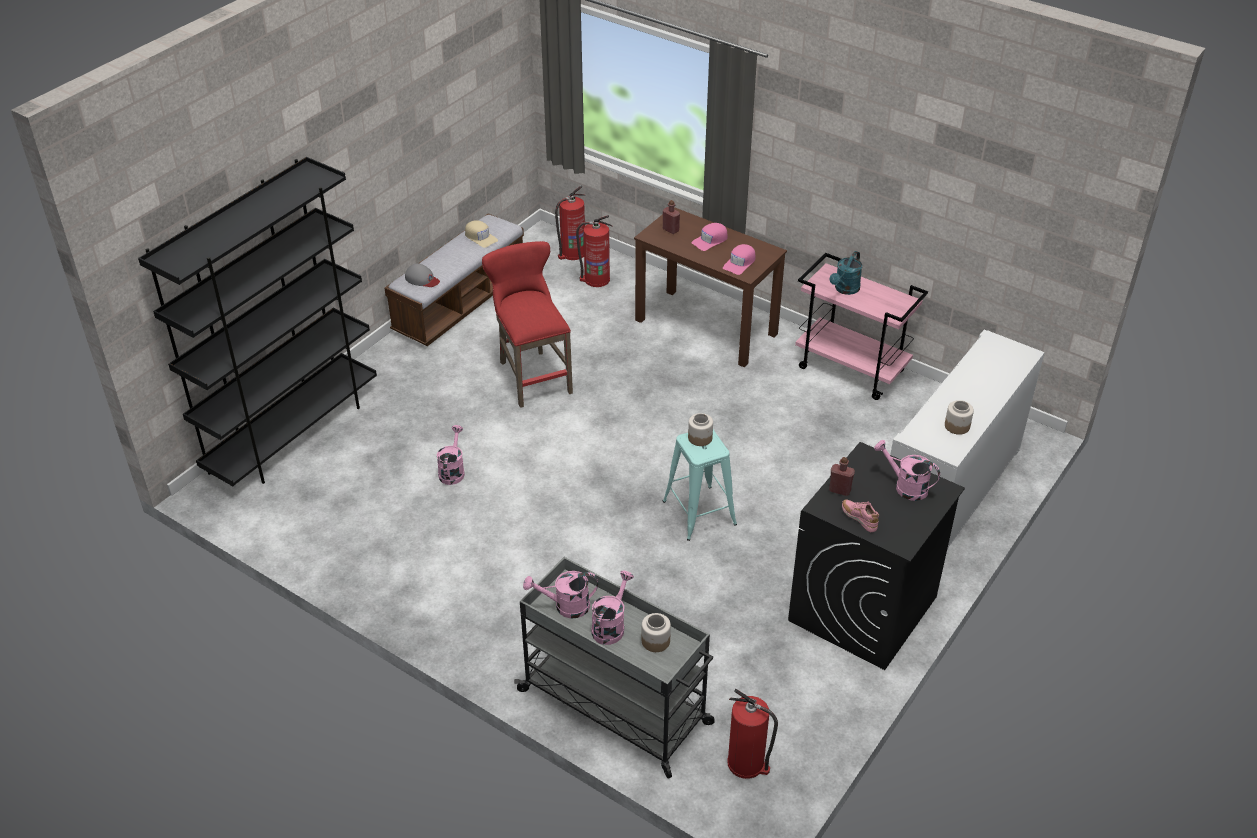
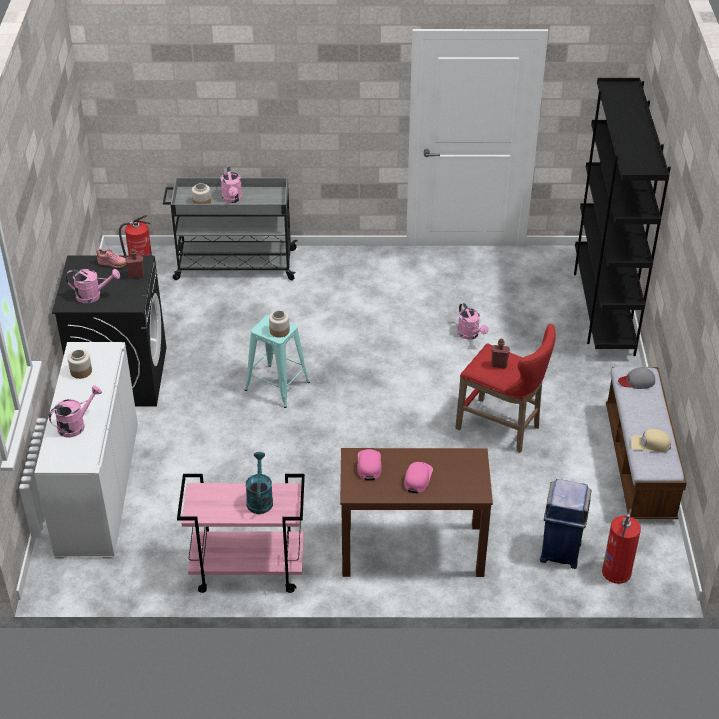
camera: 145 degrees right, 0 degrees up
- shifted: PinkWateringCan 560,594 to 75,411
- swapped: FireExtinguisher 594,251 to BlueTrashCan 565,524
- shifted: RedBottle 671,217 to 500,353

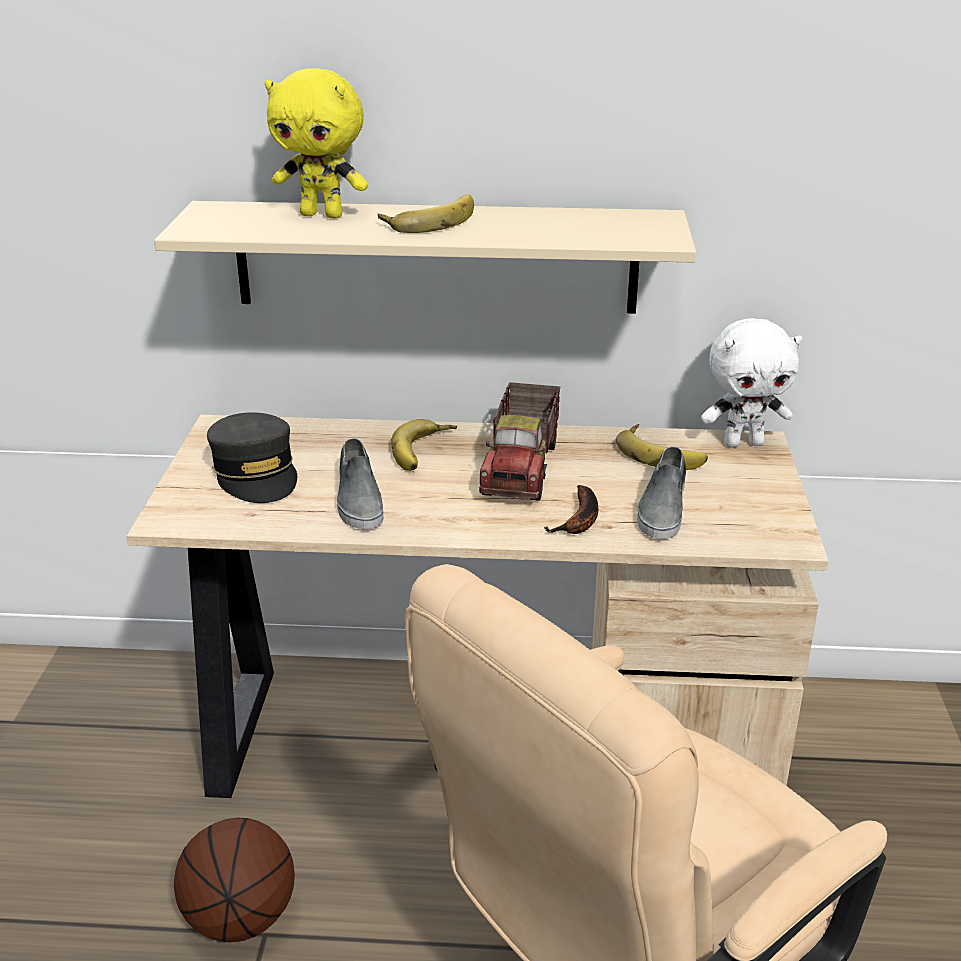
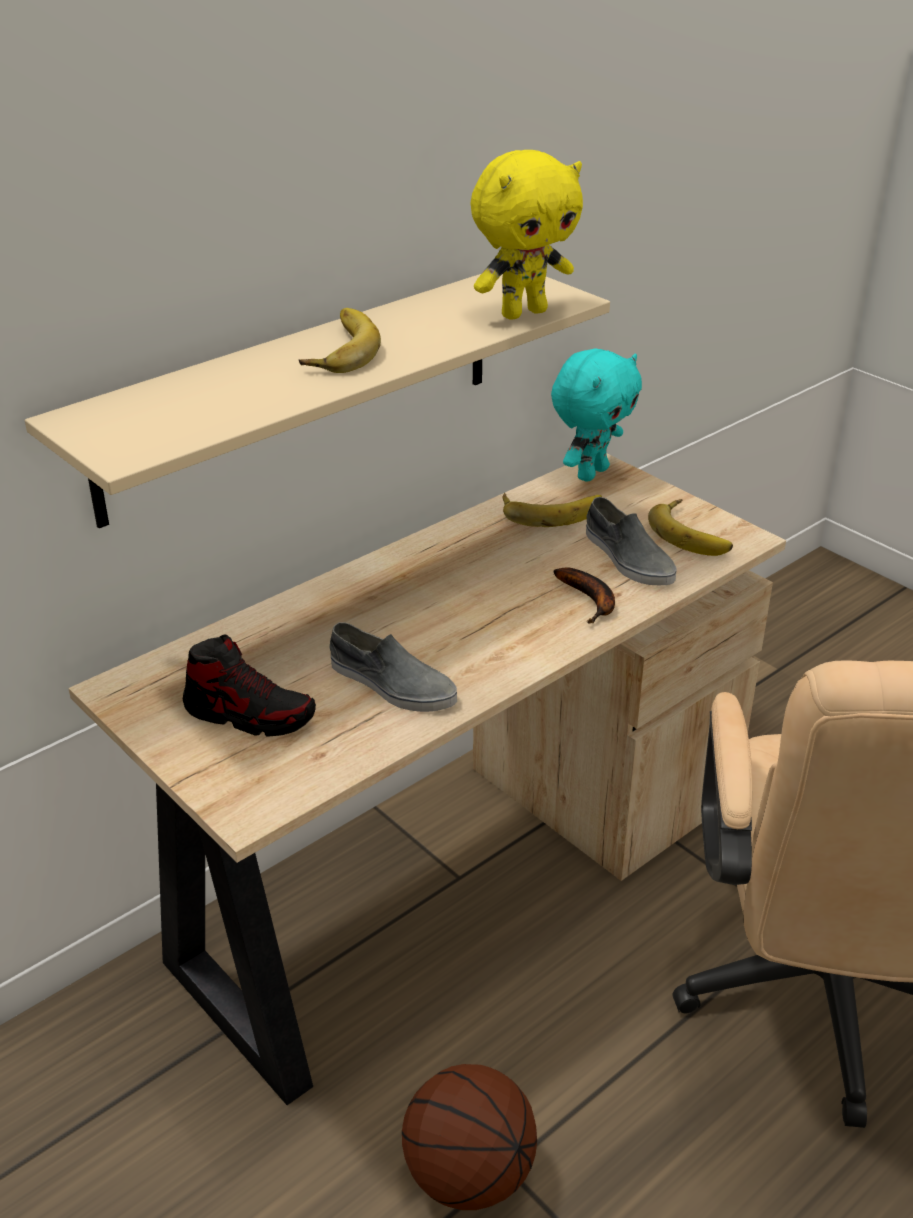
camera: 45 degrees left, 5 degrees up
- swapped: GreyCap 252,457 to Shoe 249,685
- shifted: YellowPlushToy 316,143 to 527,235
- shifted: Banana 424,445 to 690,527
- gone: ToyTruck 519,441
- repainted: WhitePlushToy 751,383 to TurquoisePlushToy 596,415

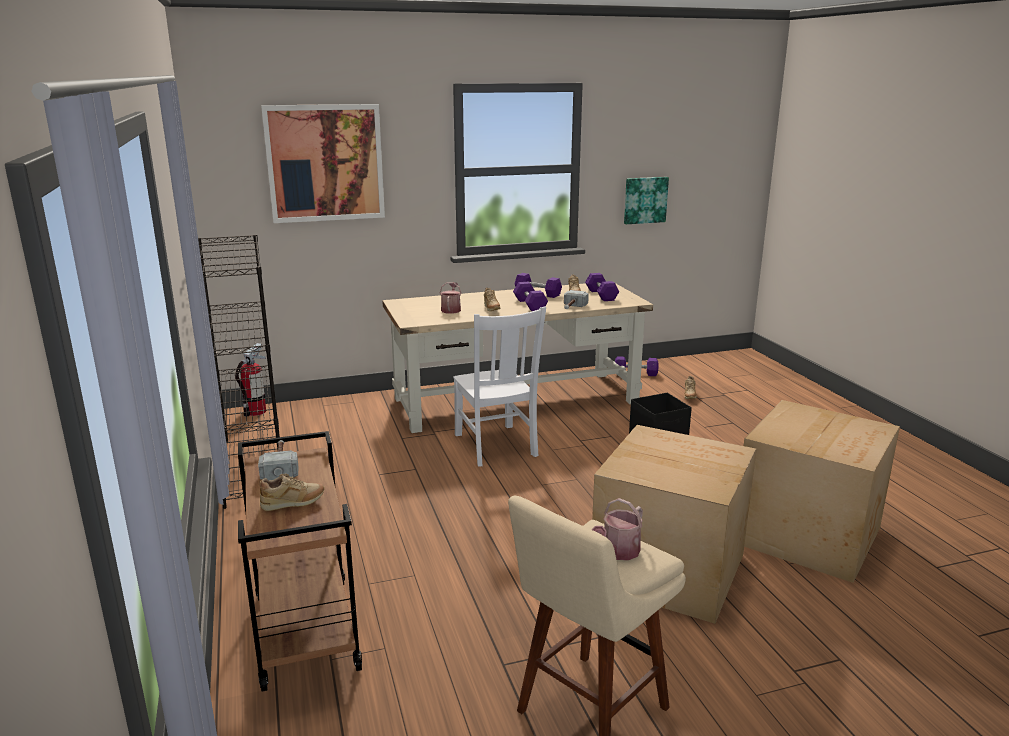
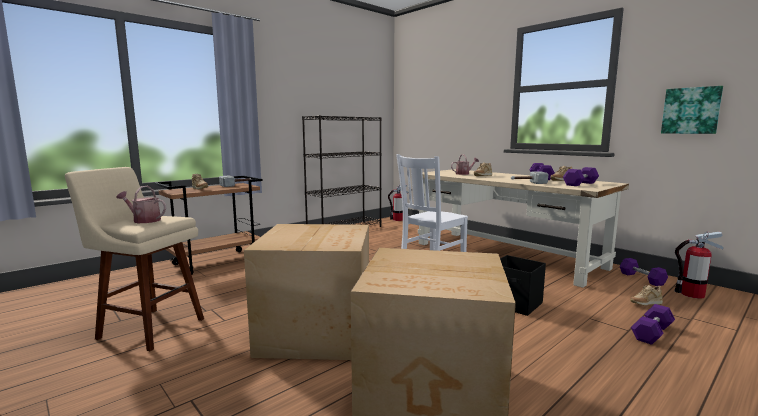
camera: 65 degrees right, 10 degrees down
- gone: Picture 323,163
- shifted: PurpleDumbbell 530,296 to 653,324
- new: FireExtinguisher 699,265

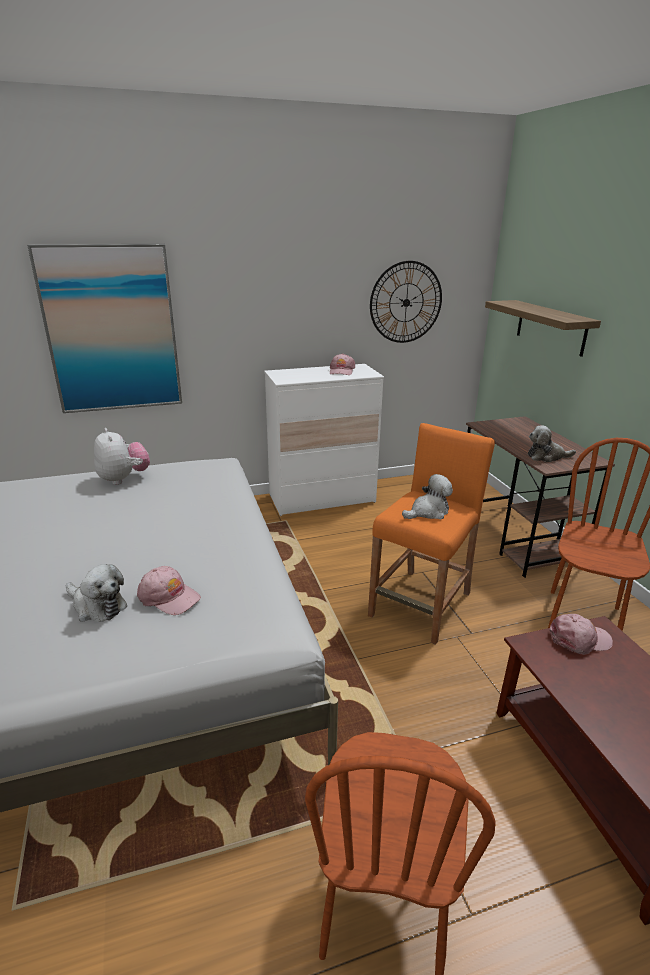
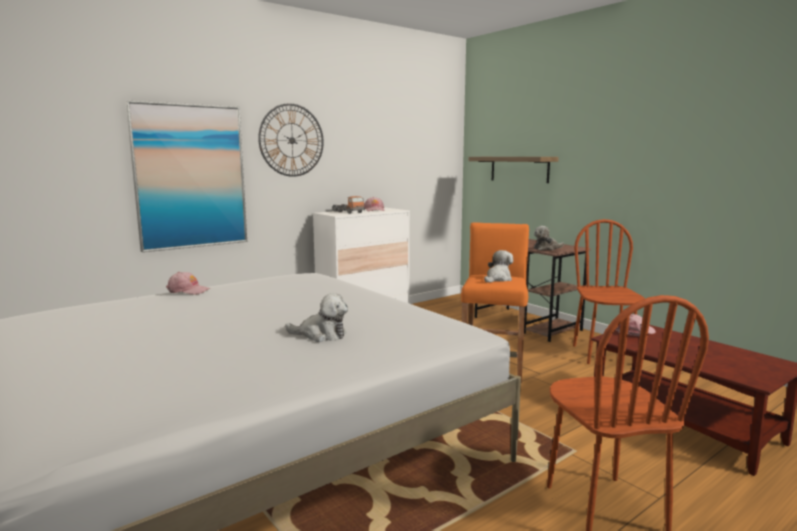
camera: 20 degrees left, 15 degrees down
- gone: PlushToy 122,456
- shifted: PinkCap 169,590 to 188,283
- shifted: WallClock 406,302 to 291,140
- new: ToyTruck 348,205

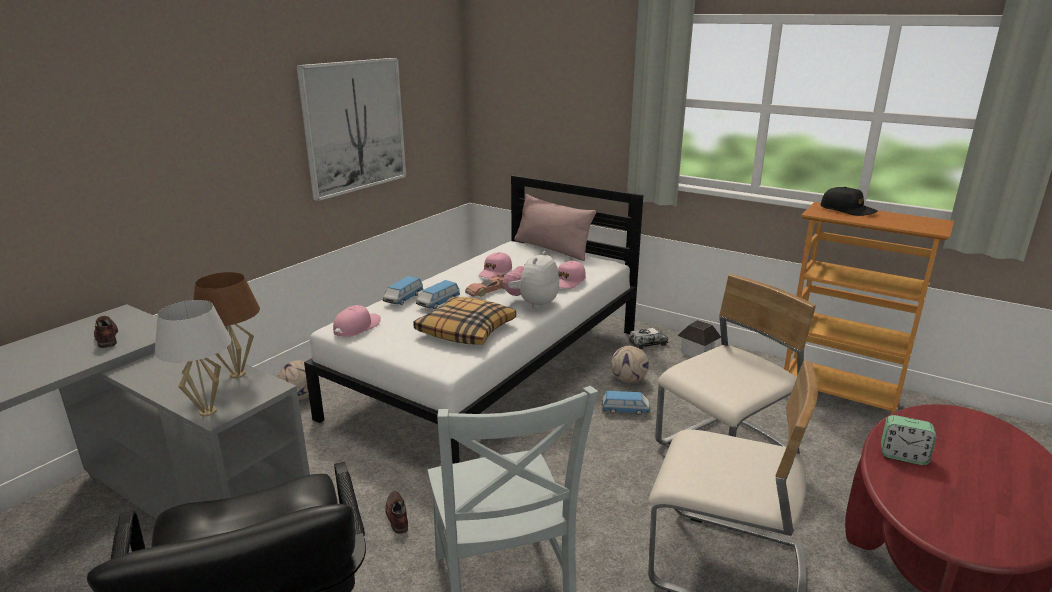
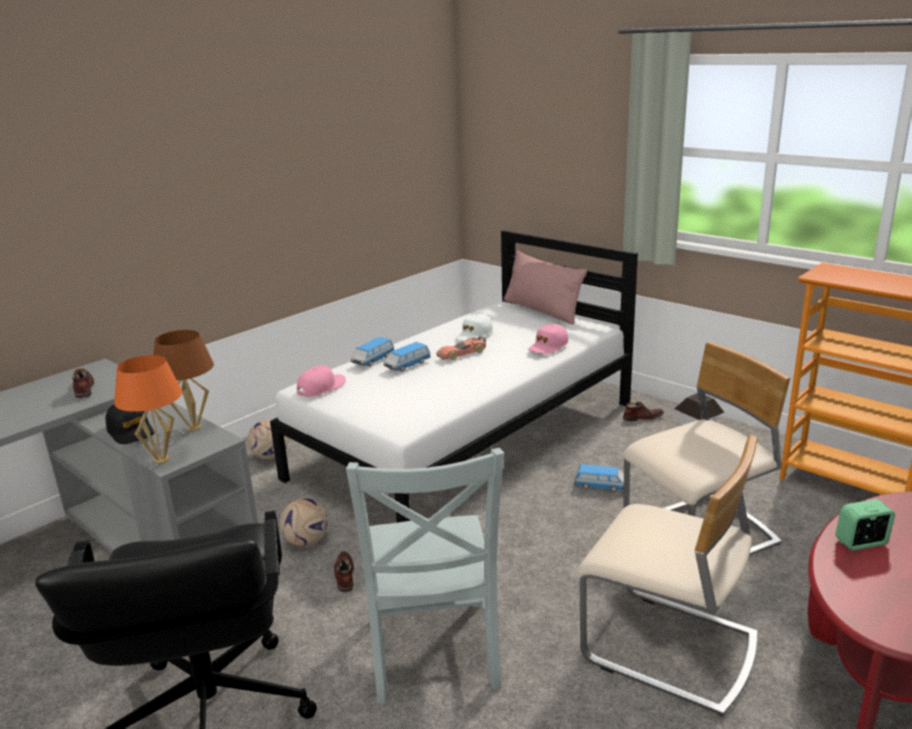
camera: 10 degrees right, 0 degrees up
- repainted: WhiteTableLamp 193,358 to OrangeTableLamp 148,409
- gone: Picture 351,129
- gone: Pillow 464,321
- repainted: PinkCap 495,265 to WhiteCap 474,327
- gone: PlushToy 531,280
- shifted: Football 630,364 to 304,522
- swapped: ToyTruck 648,338 to BrownShoe 643,411
- shifted: BlackCap 849,201 to 129,424
- rotated: AlarmClock 908,440 = 865,525 135 degrees clockwise

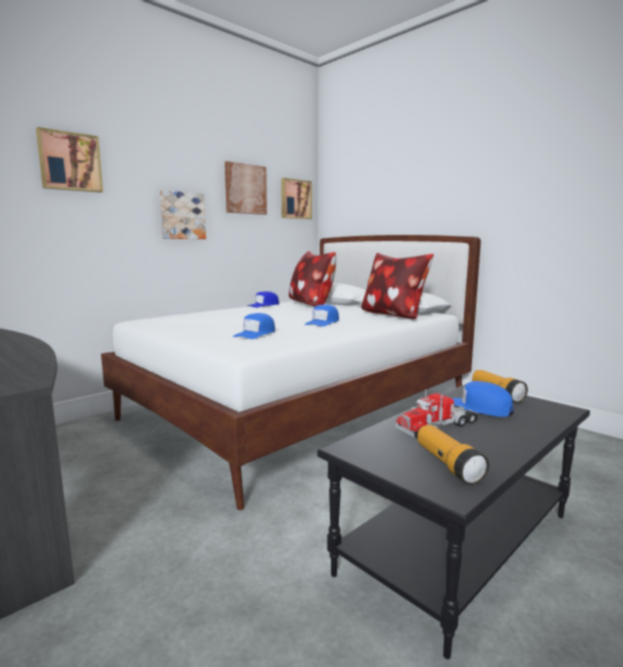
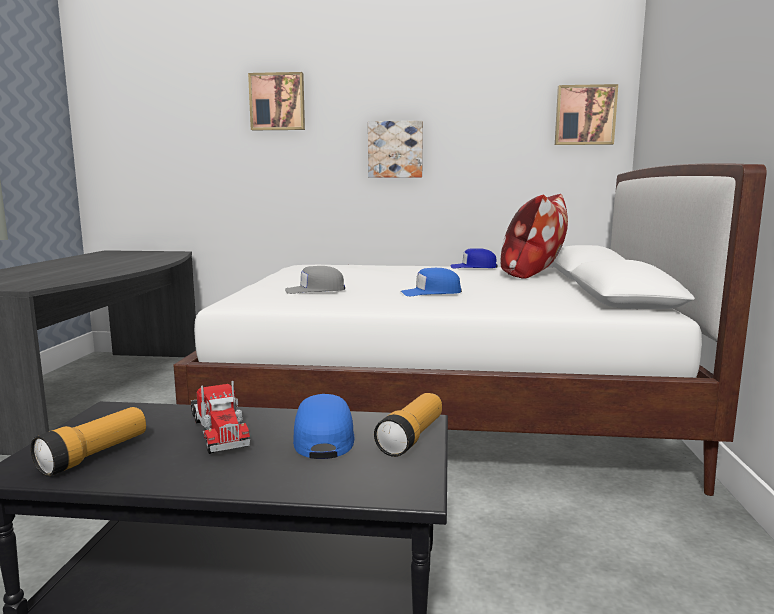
camera: 50 degrees right, 0 degrees up
- gone: Picture 246,188
- repainted: BlueCap 254,326 to GreyCap 315,280
- gone: Pillow 397,286
- rotated: ToyTruck 437,413 = 220,417 135 degrees counterclockwise

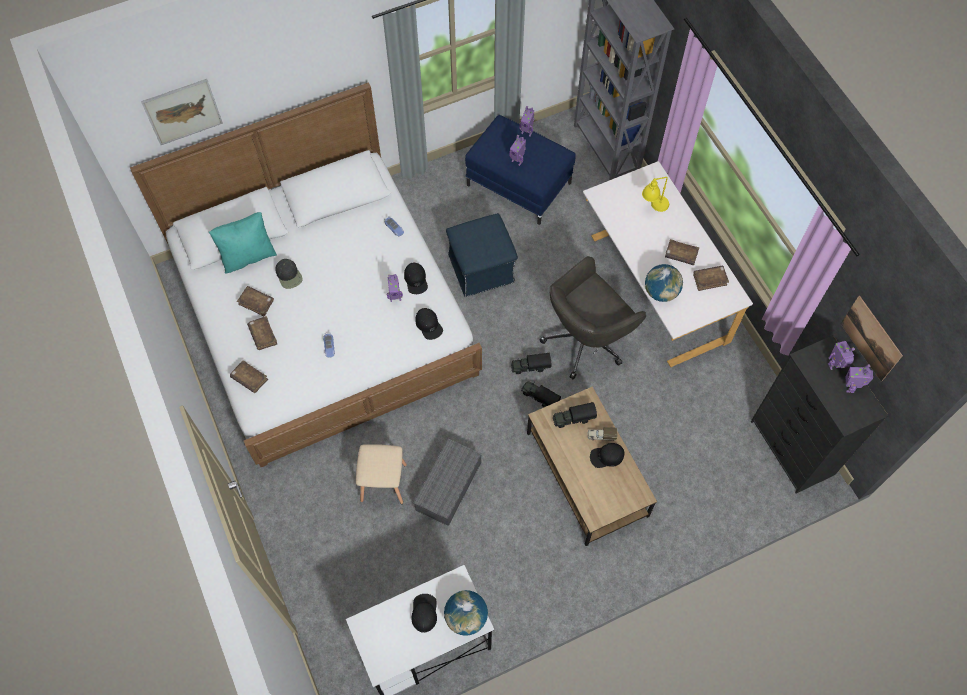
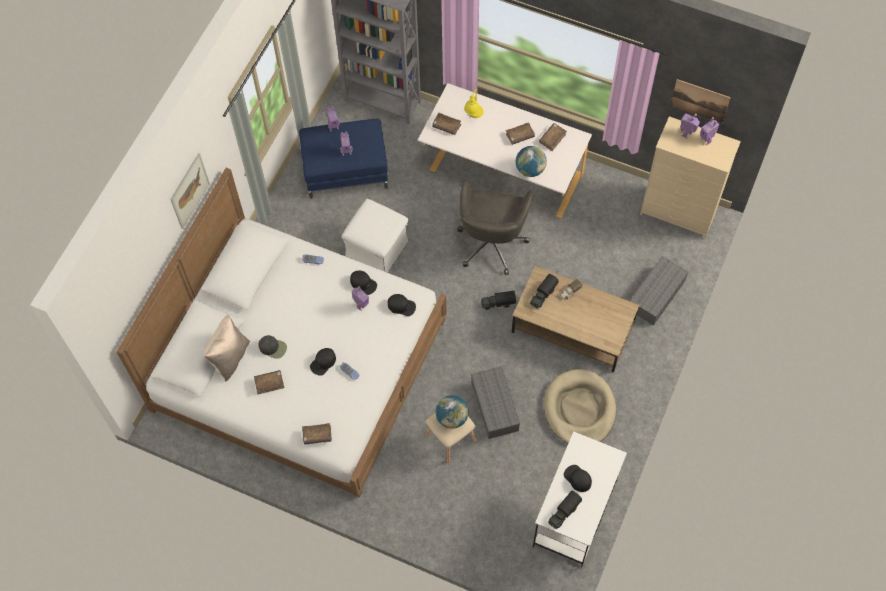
camera: 40 degrees left, 0 degrees up
- shifted: Picture 182,112 to 190,191
- repainted: TurquoisePillow 243,242 to BeigePillow 227,348
- shifted: BrownBook 262,333 to 446,124
- shifted: Globe 466,613 to 452,412
- repainted: BlueOttoman 482,255 to WhiteOttoman 375,236
- shifted: ToyTruck 531,363 to 565,510
- shifted: BlackCap 607,455 to 323,362
- repainted: BlackDresser 819,414 to BeigeDresser 690,177
- new: BeigeDogBed 580,406
- new: GreyStorageBox 659,290

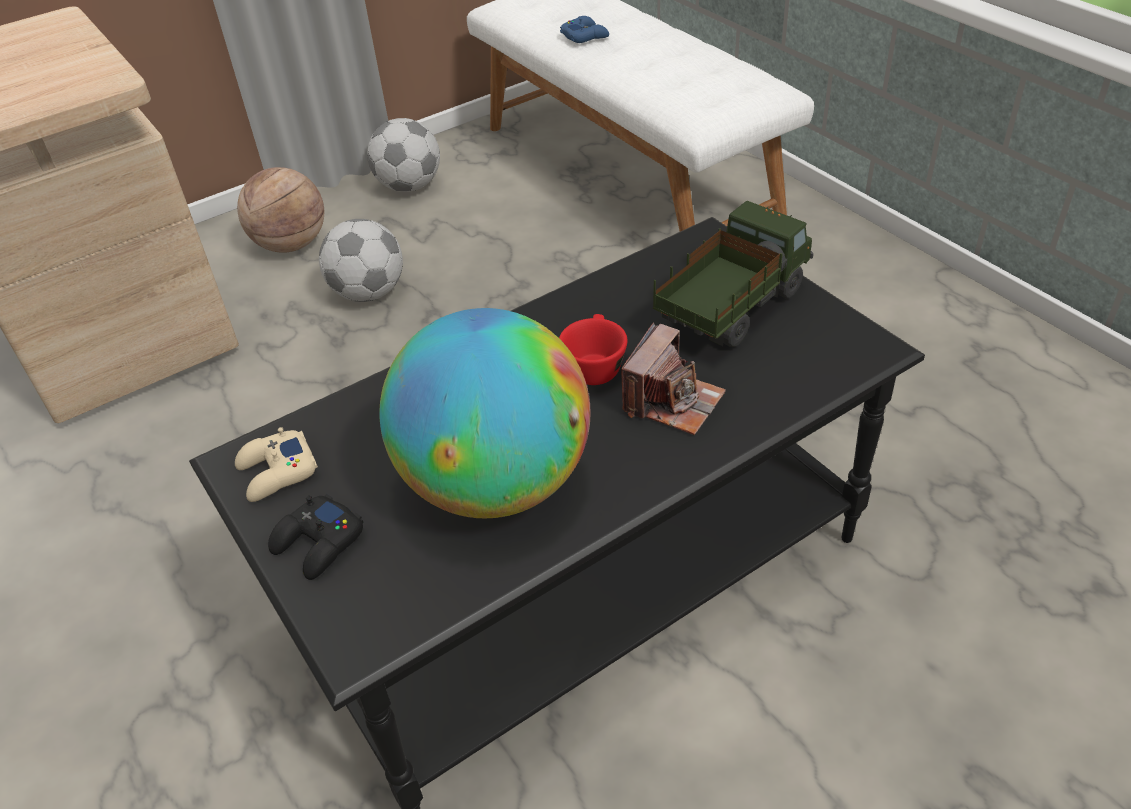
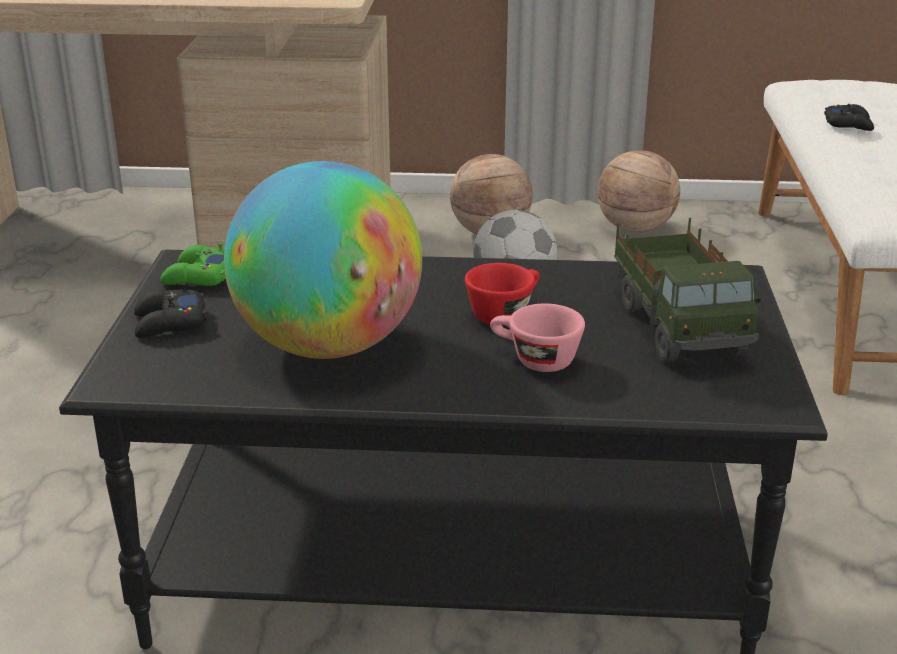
camera: 35 degrees right, 15 degrees down
- repainted: BeigeGameController 276,464 to GreenGameController 193,264
- swapped: Football 403,155 to Basketball 638,191
- repainted: BlueGameController 584,29 to BlackGameController 849,117
- swapped: PhotoCamera 673,378 to PinkCup 537,338
- rotated: ToyTruck 733,274 = 687,290 90 degrees clockwise

